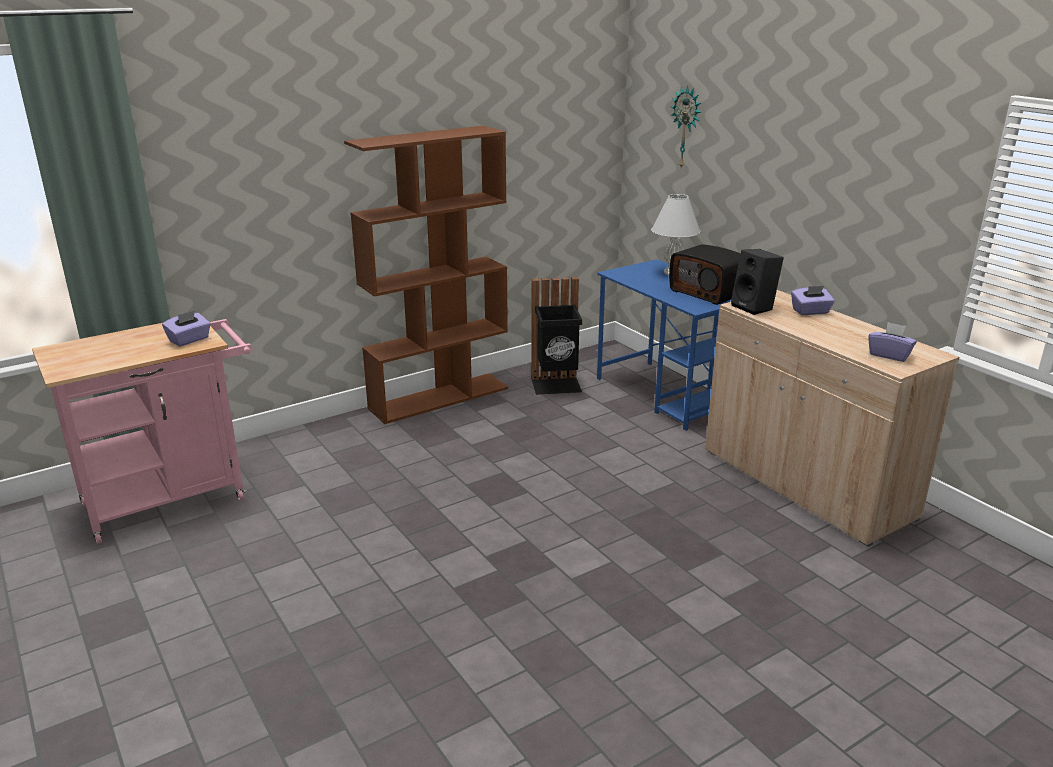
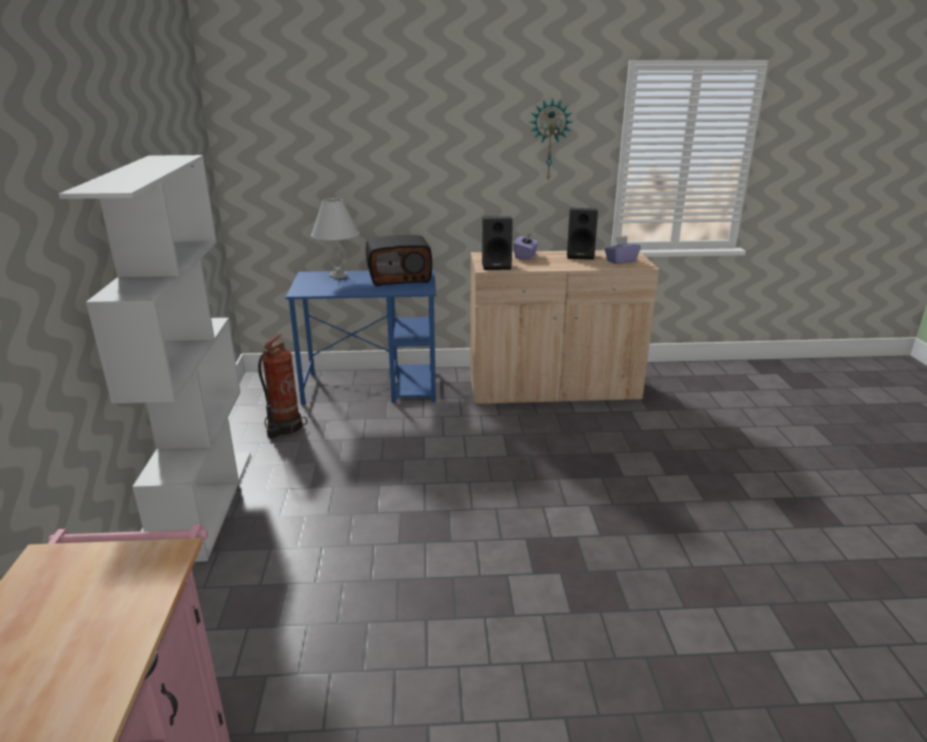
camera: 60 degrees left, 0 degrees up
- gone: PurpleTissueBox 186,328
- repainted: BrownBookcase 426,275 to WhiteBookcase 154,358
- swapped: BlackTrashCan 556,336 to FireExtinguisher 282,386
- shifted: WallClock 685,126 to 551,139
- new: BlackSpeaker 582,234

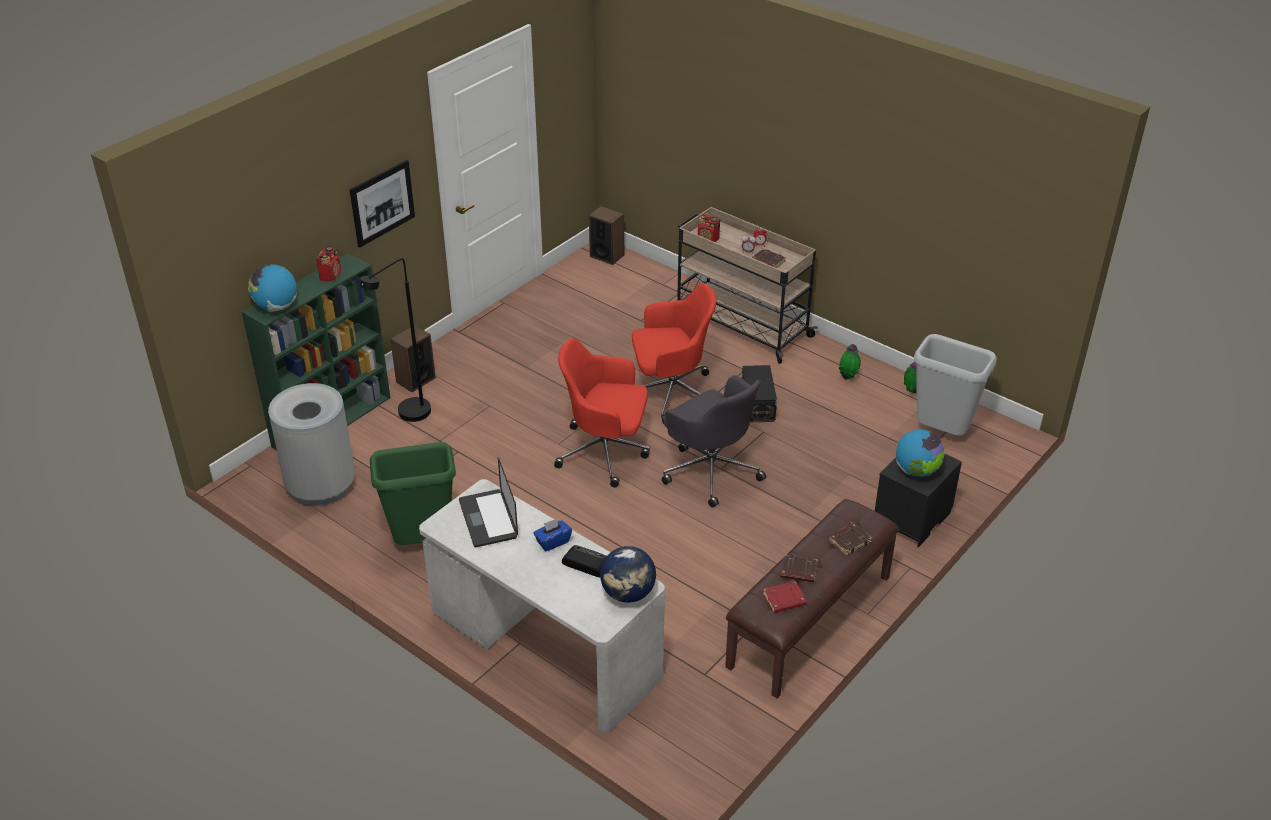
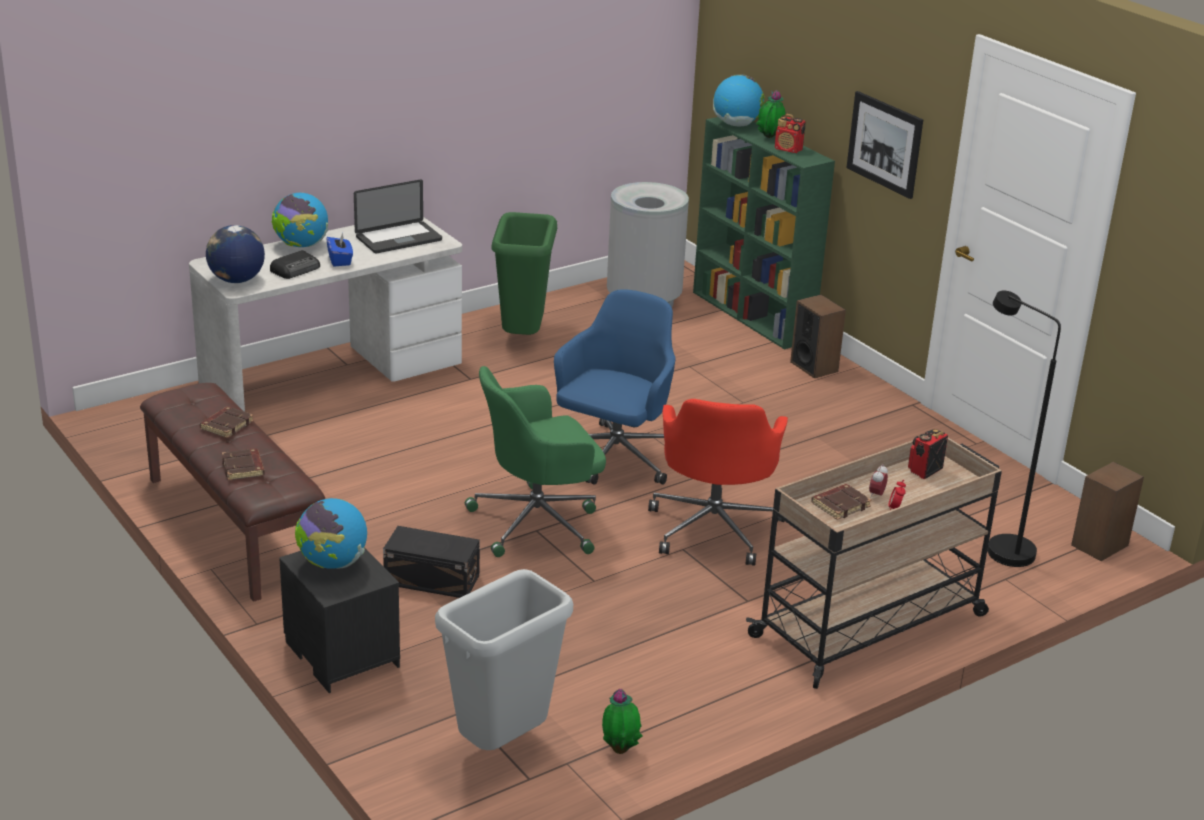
camera: 105 degrees right, 10 degrees down
- shifted: BlackFloorLamp 395,340 to 1024,429
- rotated: Laptop 488,502 = 398,216 150 degrees clockwise
- repainted: RedOfficeChair 602,413 to BlueOfficeChair 615,387
- repainted: GreyOfficeChair 714,441 to GreenOfficeChair 535,461
- shifted: BlackStorageBox 759,393 to 431,562
- gone: RedBook 785,597
- shifted: PottedPlant 850,361 to 771,114
- new: Globe 300,220

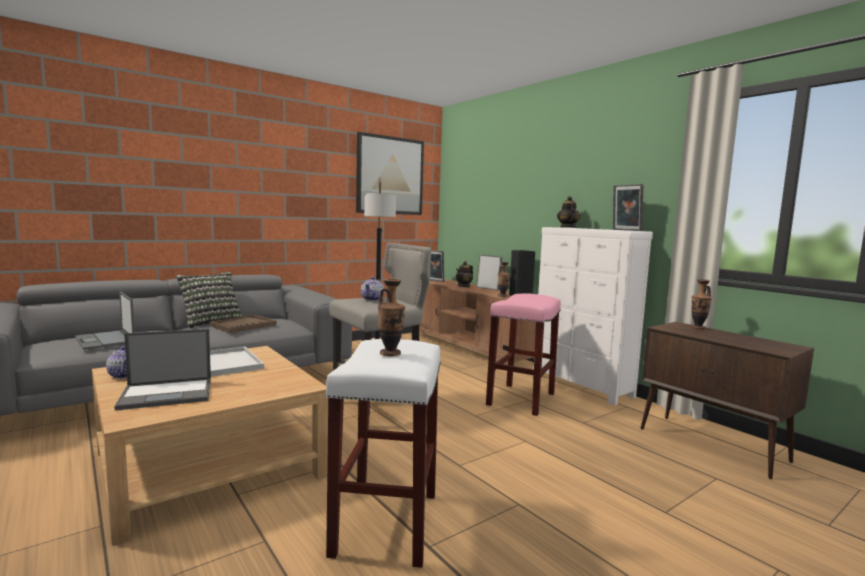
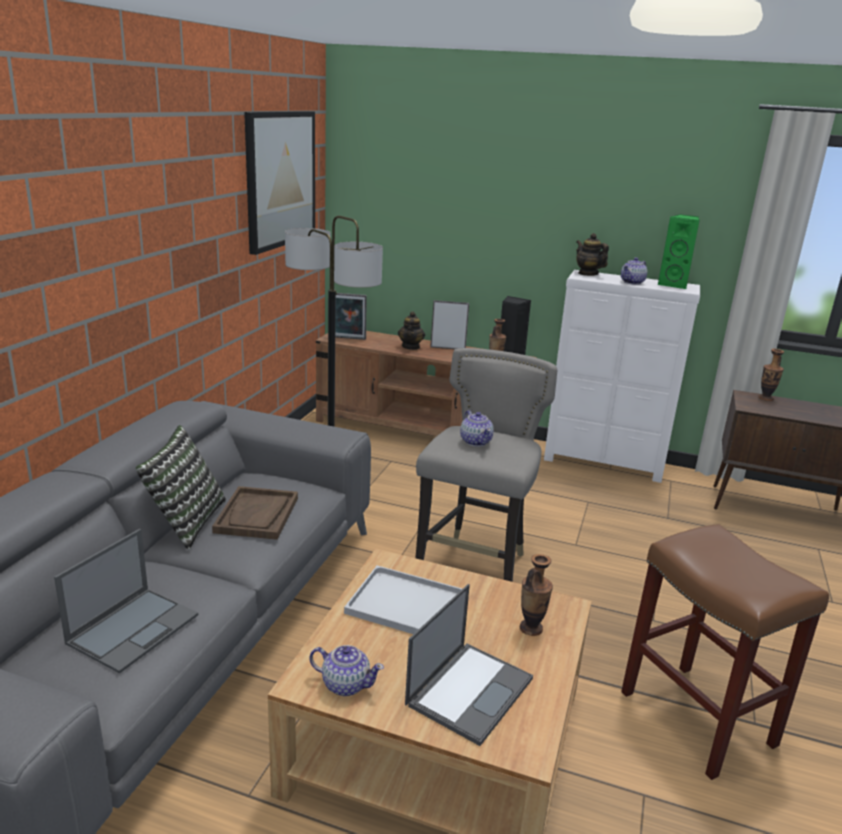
camera: 35 degrees left, 15 degrees up
- rotated: Laptop 104,320 = 126,601 75 degrees counterclockwise
- repainted: WhiteStool 383,453 to BrownStool 725,652
- shifted: Vase 391,317 to 536,595
- gone: PinkStool 523,354
- swapped: PictureFrame 628,207 to GreenSpeaker 678,251
- new: Teapot 634,271

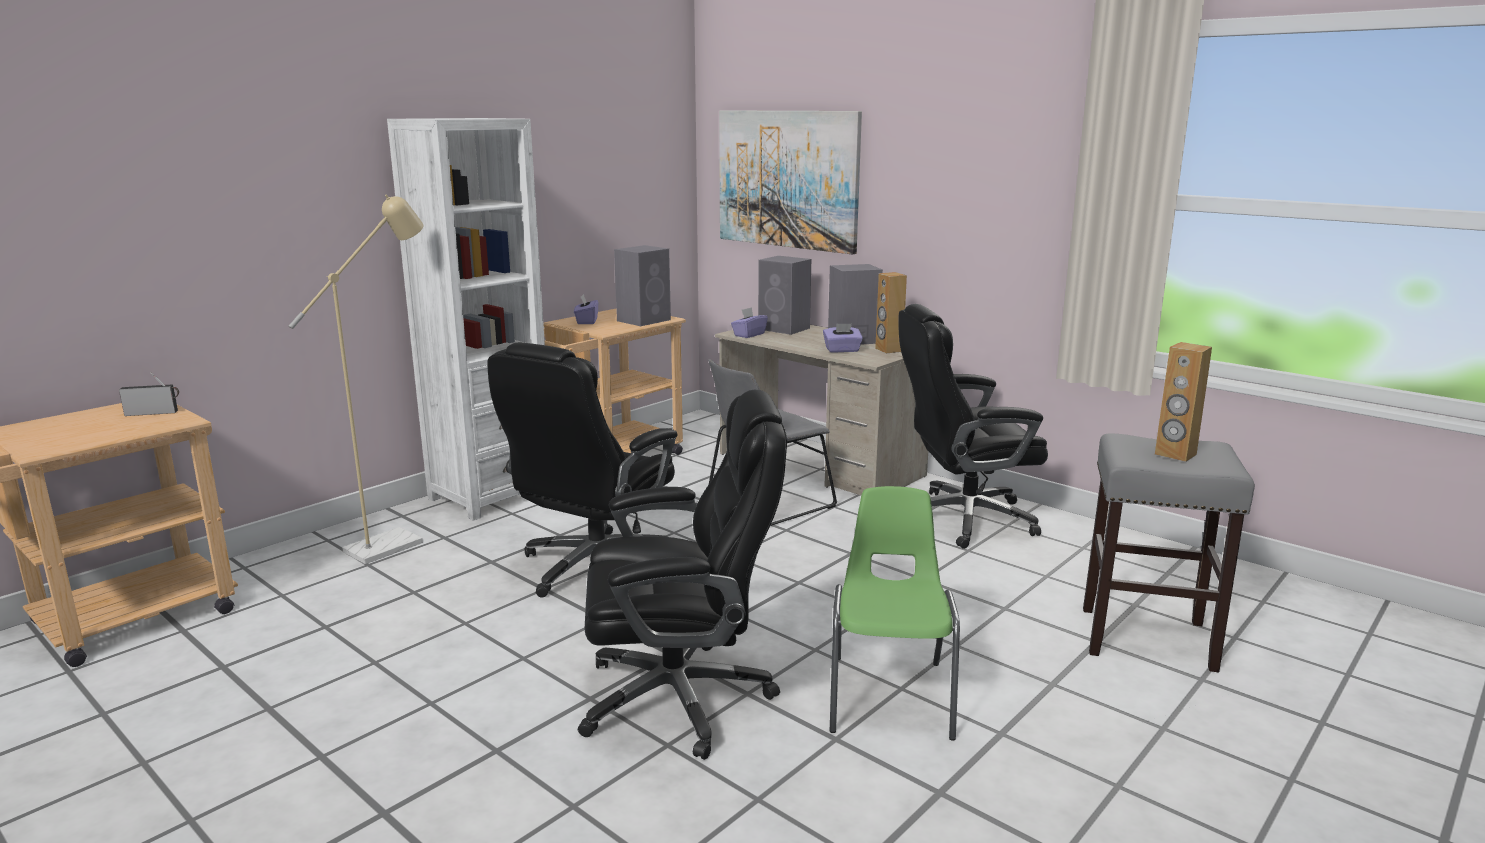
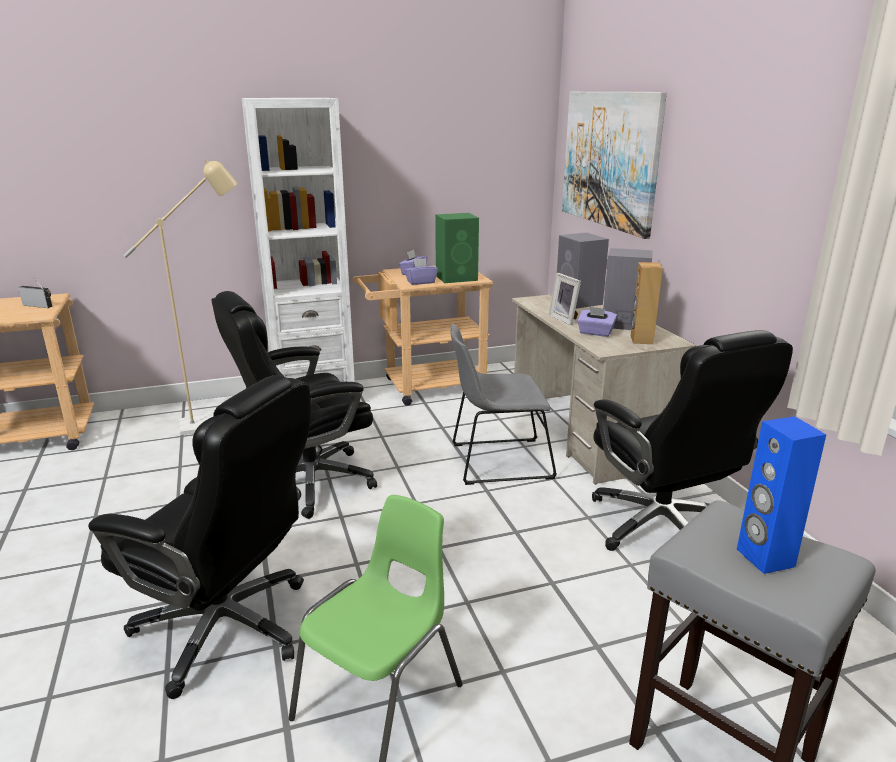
camera: 30 degrees right, 5 degrees up
- repainted: GreySpeaker 642,285 to GreenSpeaker 457,248
- shifted: PurpleTissueBox 749,322 to 421,271
- rotated: BlackOfficeChair 973,426 = 692,440 135 degrees counterclockwise
- repainted: BrownSpeaker 1183,402 to BlueSpeaker 781,495
- new: PictureFrame 565,299

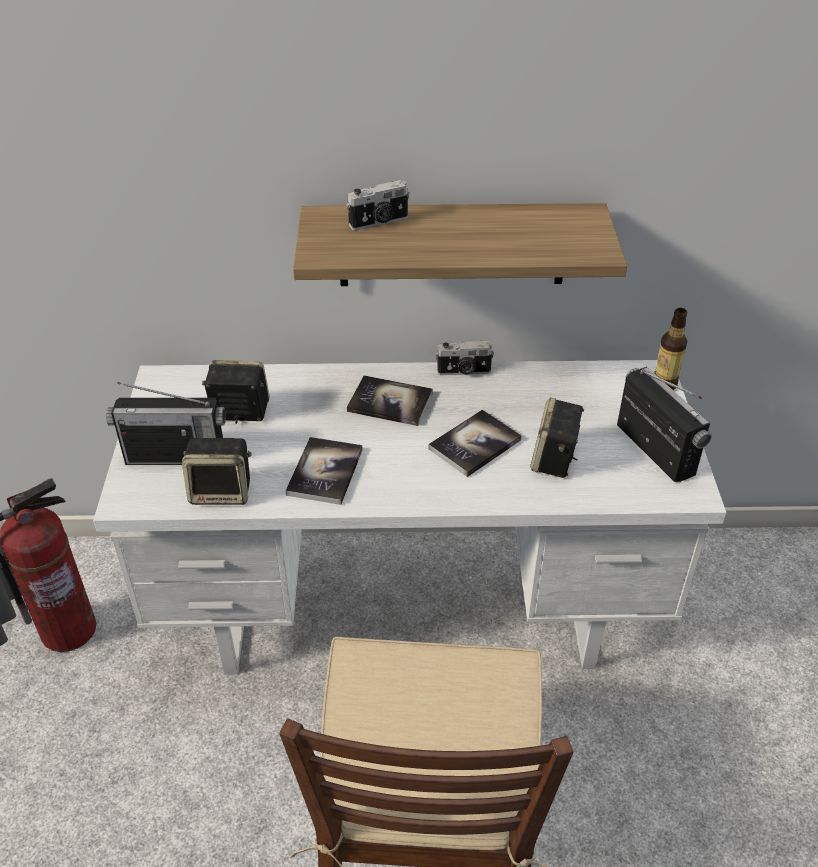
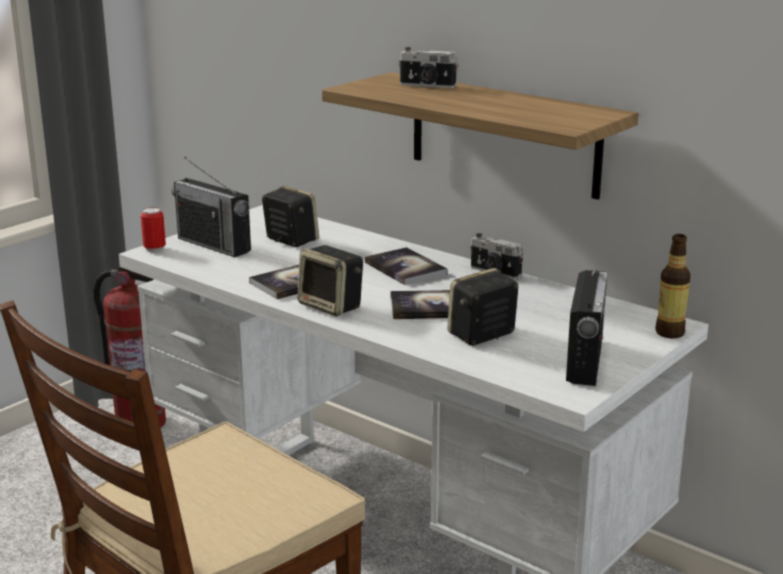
camera: 40 degrees right, 20 degrees down
- shifted: Speaker 217,471 to 330,280
- new: Can 153,229

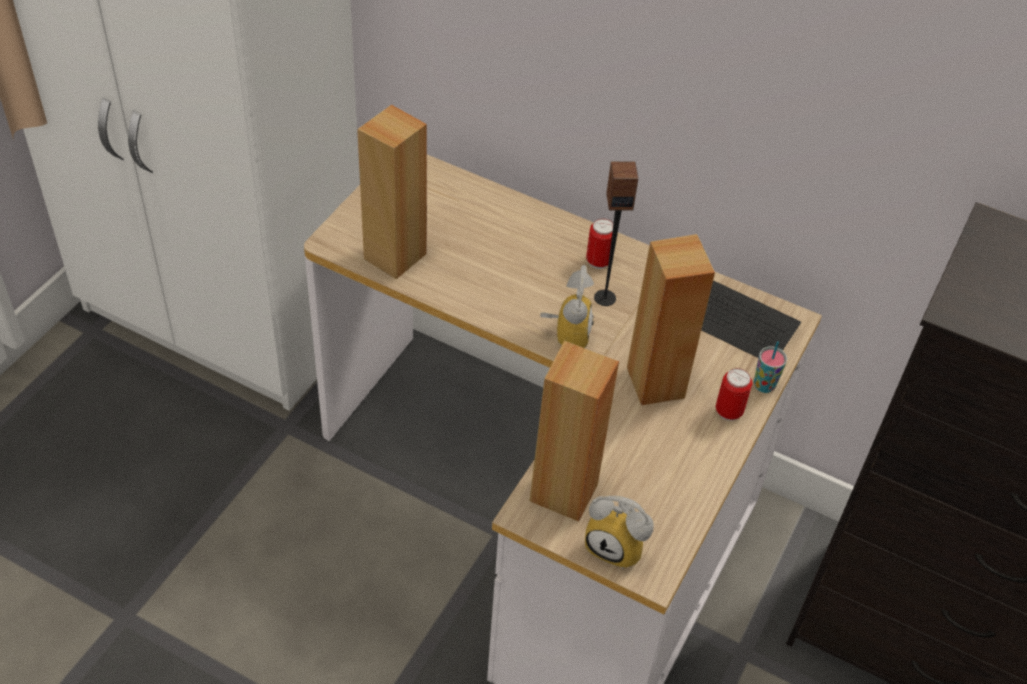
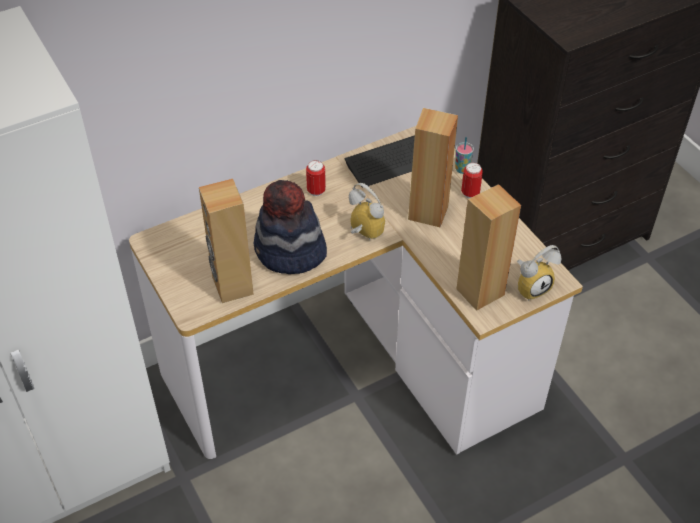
camera: 55 degrees left, 0 degrees up
- gone: Speaker 616,233
- new: Hat 290,227

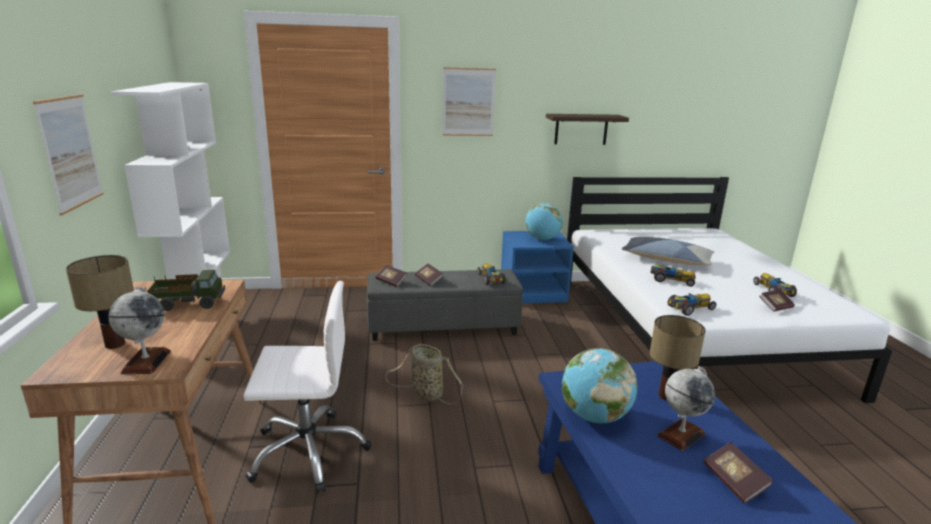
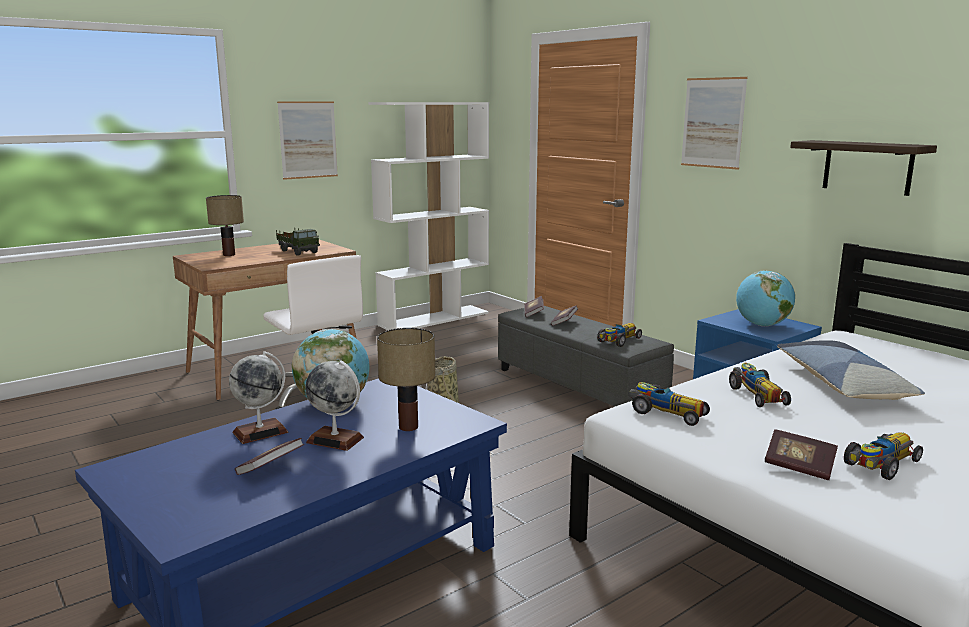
camera: 60 degrees right, 5 degrees down
- shifted: Globe 139,330 to 258,397

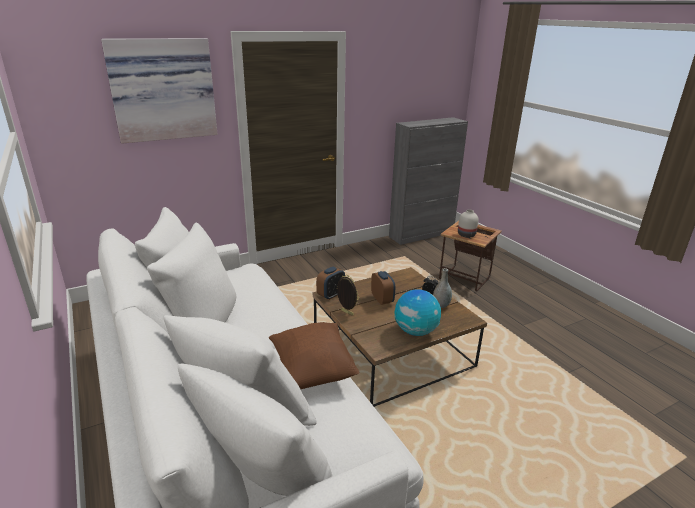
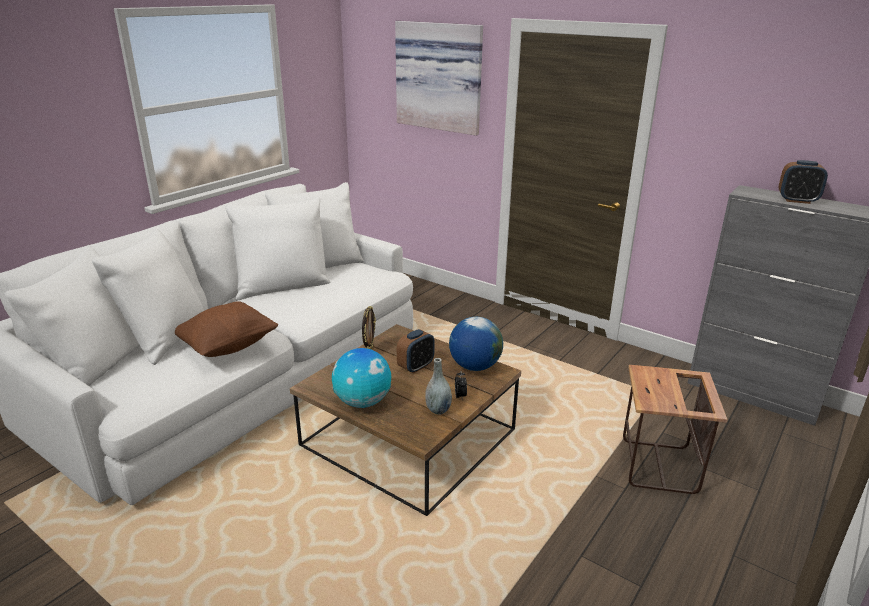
camera: 65 degrees right, 0 degrees up
- shifted: AlarmClock 330,283 to 803,182
- gone: WhiteVase 468,223
- new: Globe 476,344

